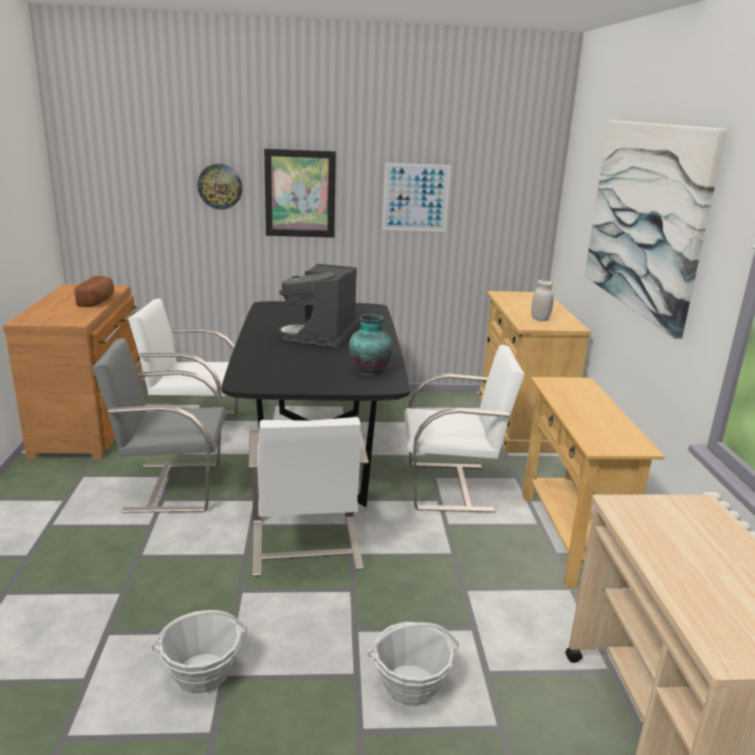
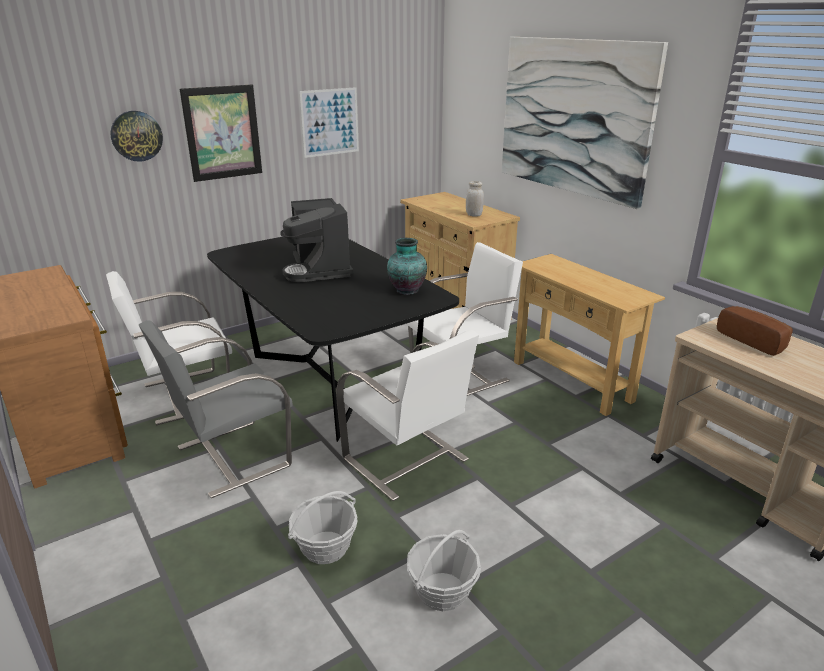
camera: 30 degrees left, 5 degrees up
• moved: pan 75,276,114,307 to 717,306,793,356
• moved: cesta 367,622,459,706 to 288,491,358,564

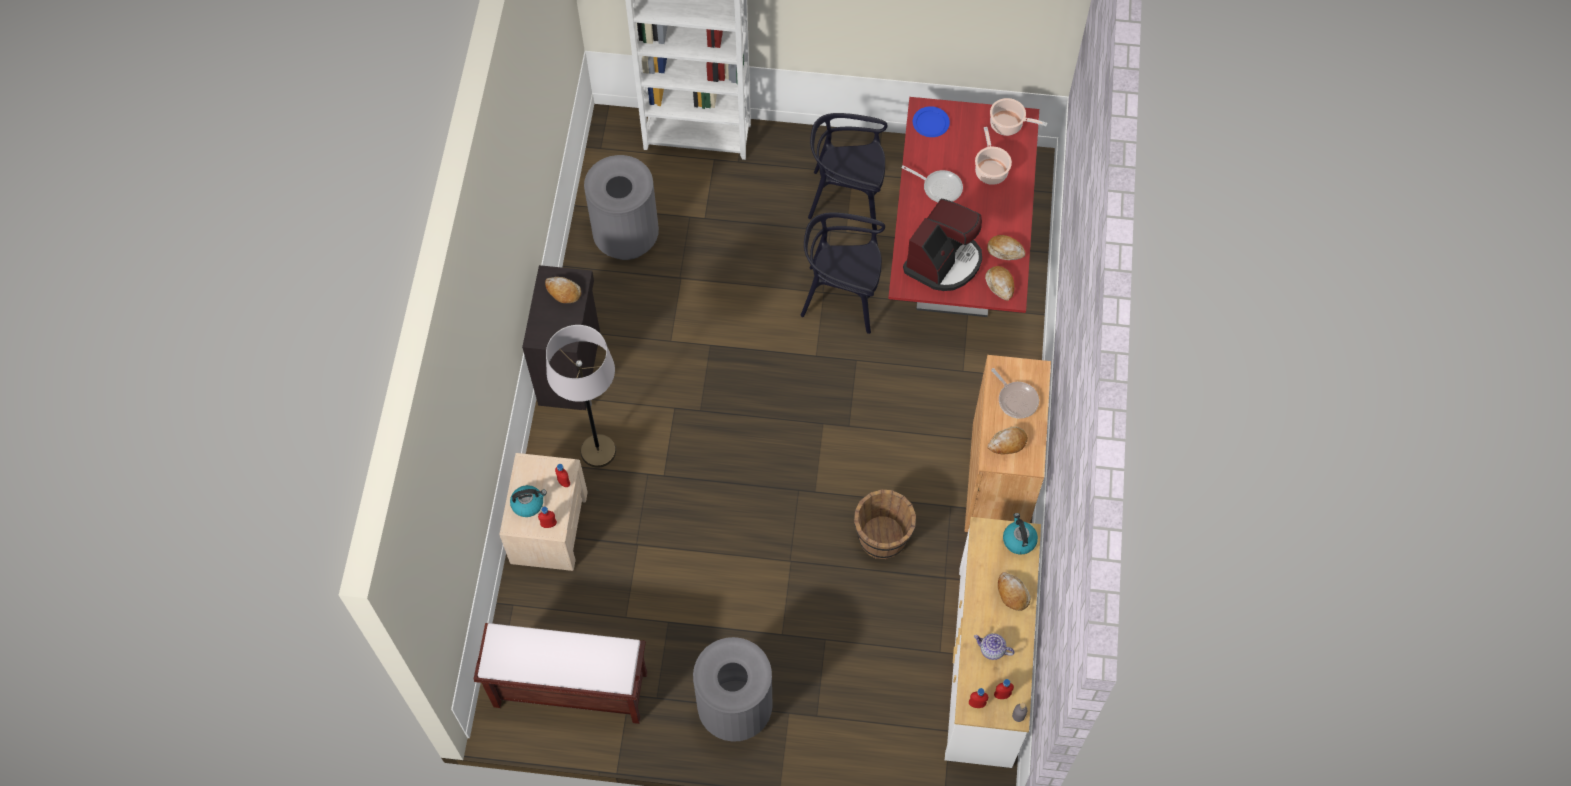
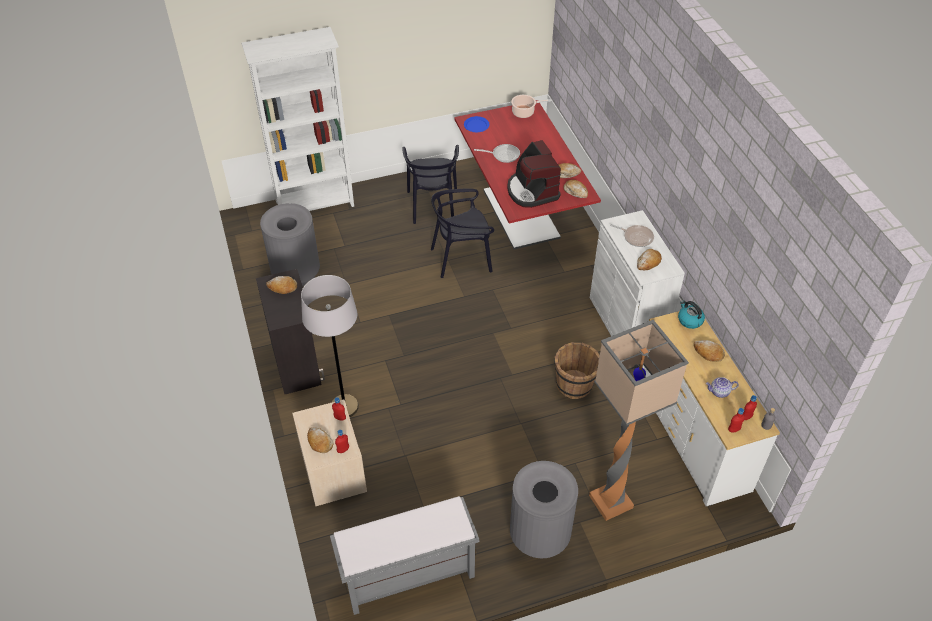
camera: 25 degrees left, 15 degrees down
• recoloured: banco (marrón) 474,623,647,724 to banco (gris) 330,496,480,615
• replaced: hervidor 510,485,547,517 to pan 307,427,333,453
• turned: silla (negro) 808,113,888,230 = 403,145,459,224 75 degrees counterclockwise
• turned: cafetera 903,199,982,291 = 507,140,561,208 150 degrees clockwise
• recoloured: armario (marrón) 964,355,1051,532 to armario (blanco) 590,210,685,336
• removed: olla 975,127,1012,185
• added: lámpara de pie 589,320,689,521

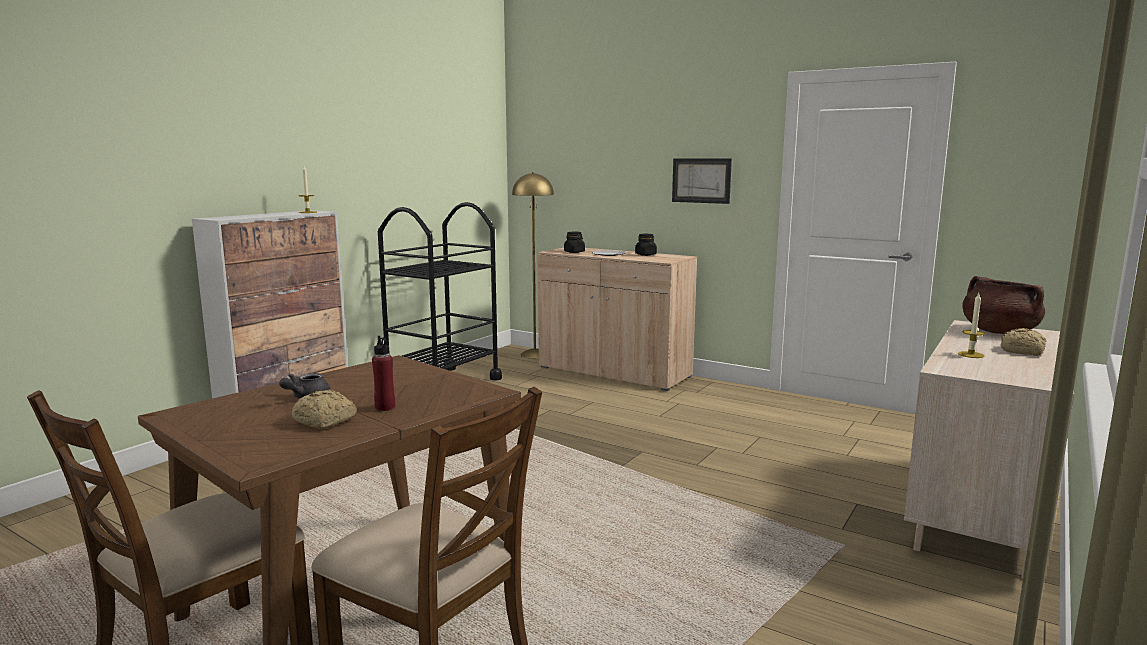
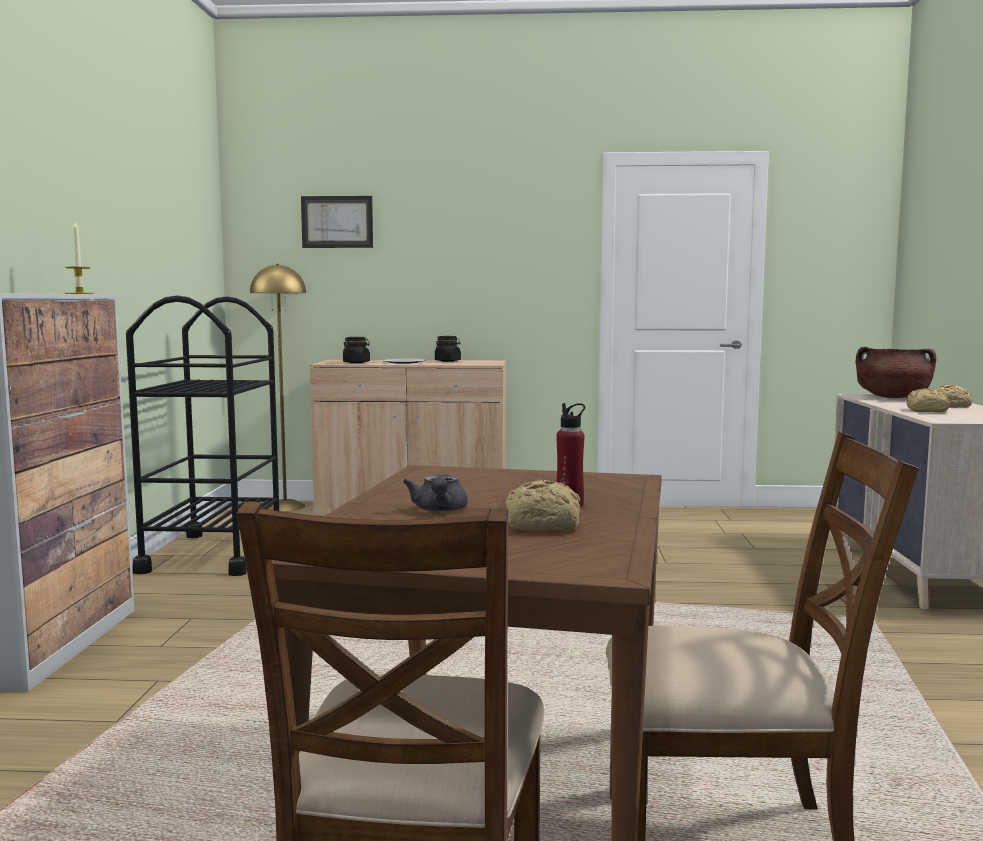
camera: 30 degrees left, 5 degrees down
• moved: cuadro 672,158,732,204 to 301,196,373,248
• replaced: vela 958,293,985,358 to pan 906,388,950,412

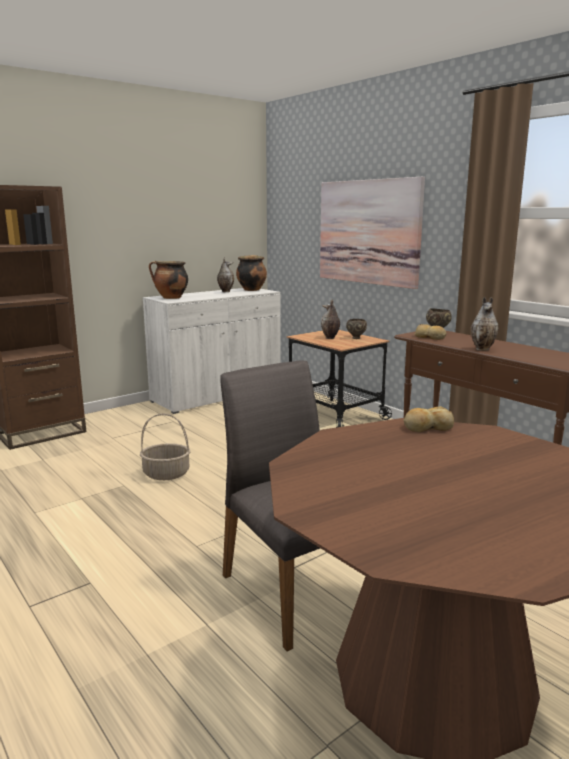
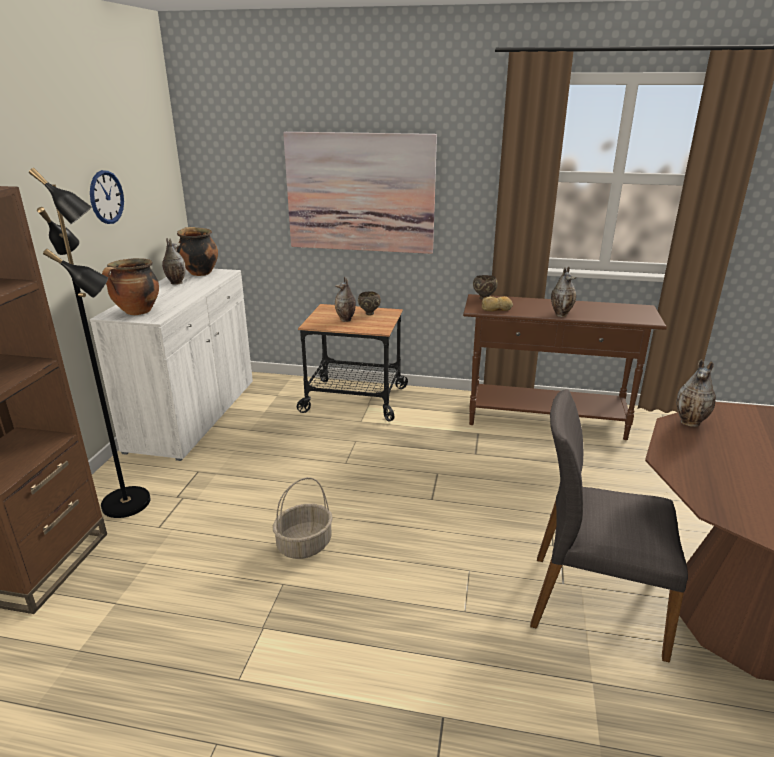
camera: 40 degrees left, 10 degrees up
• replaced: pan 403,406,454,432 to florero 676,359,716,427
• added: lámpara de pie (negro) 29,168,151,518
• added: reloj de pared 90,170,124,224

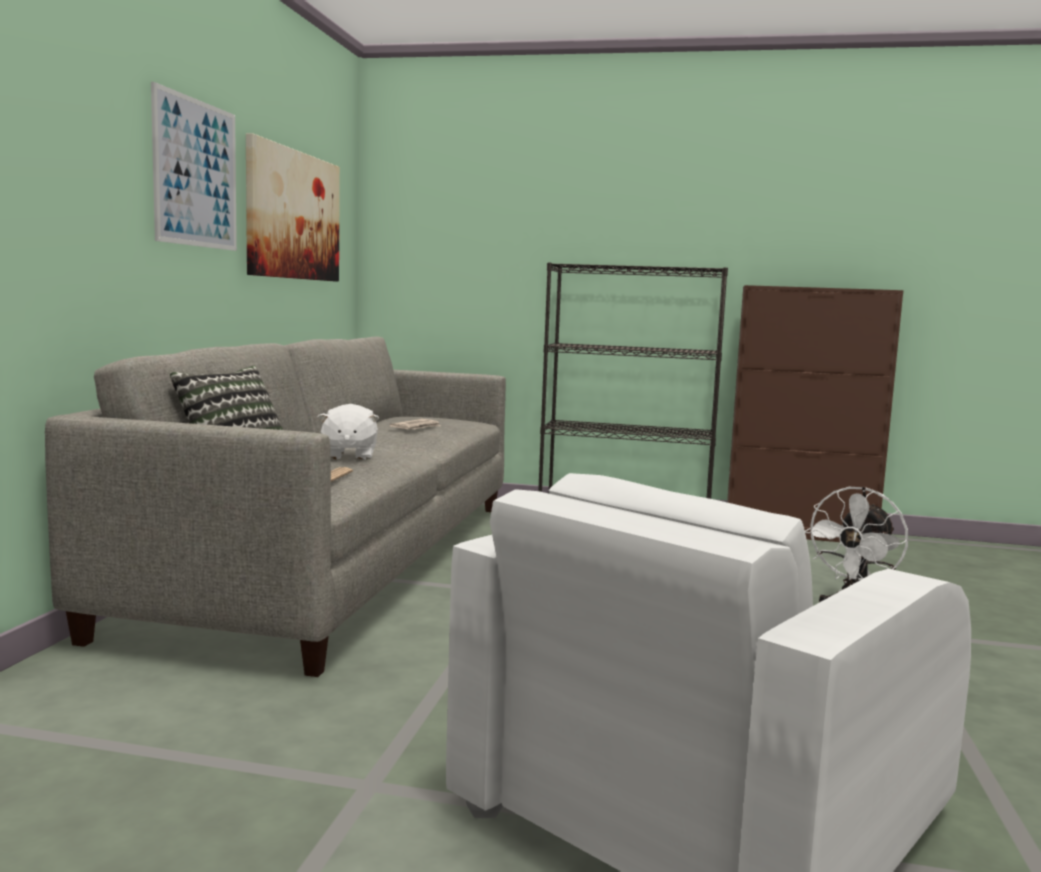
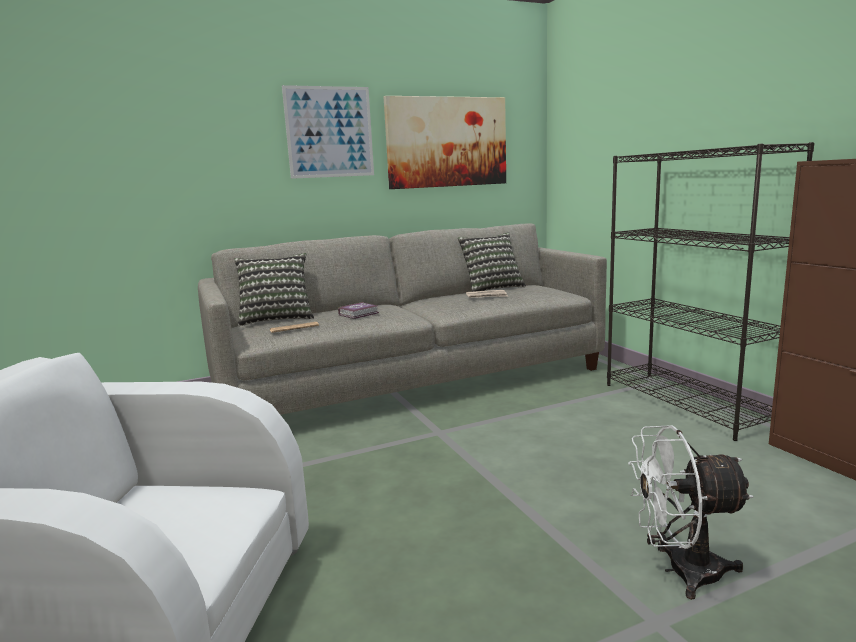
camera: 55 degrees right, 5 degrees up
• replaced: peluche (blanco) 318,404,379,460 to libro 338,302,379,319
• added: cojín 458,232,526,292

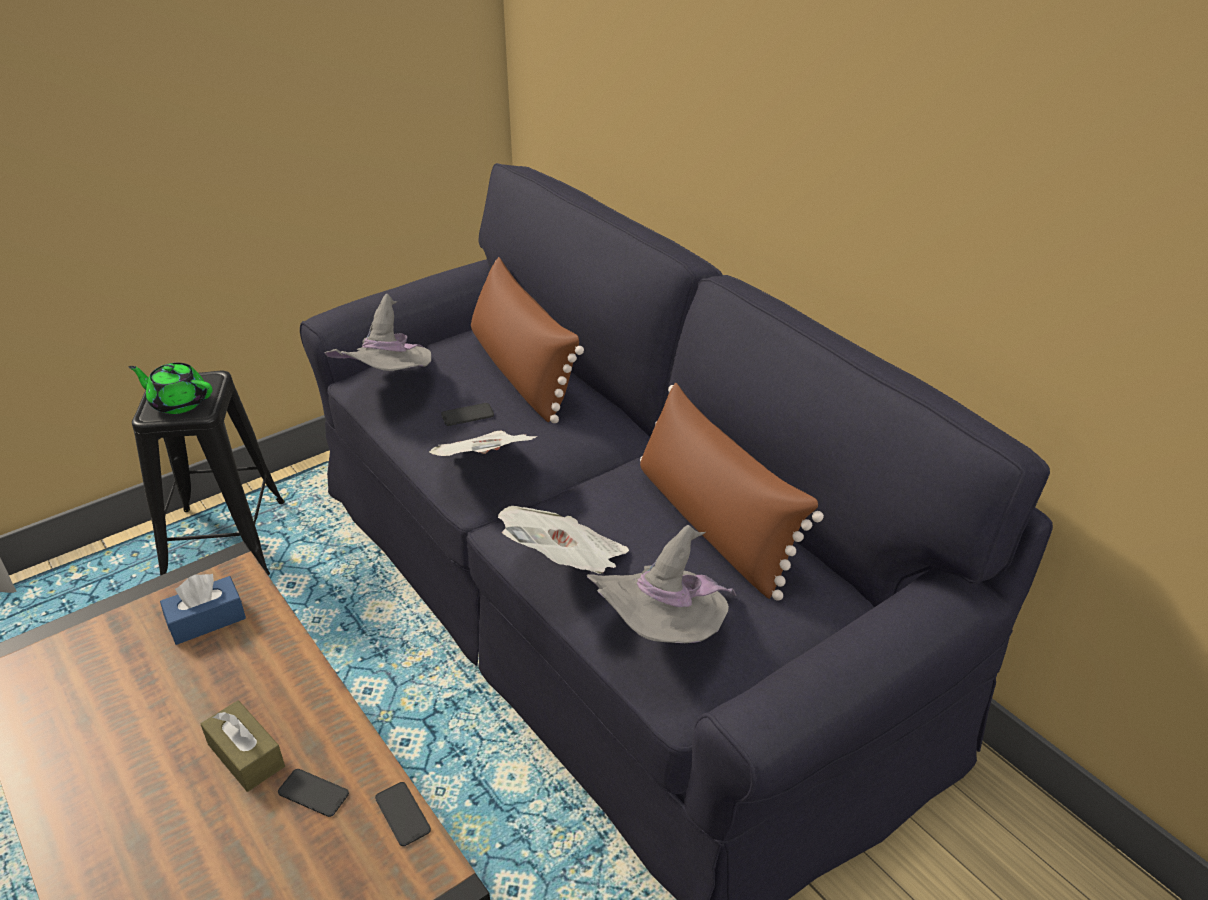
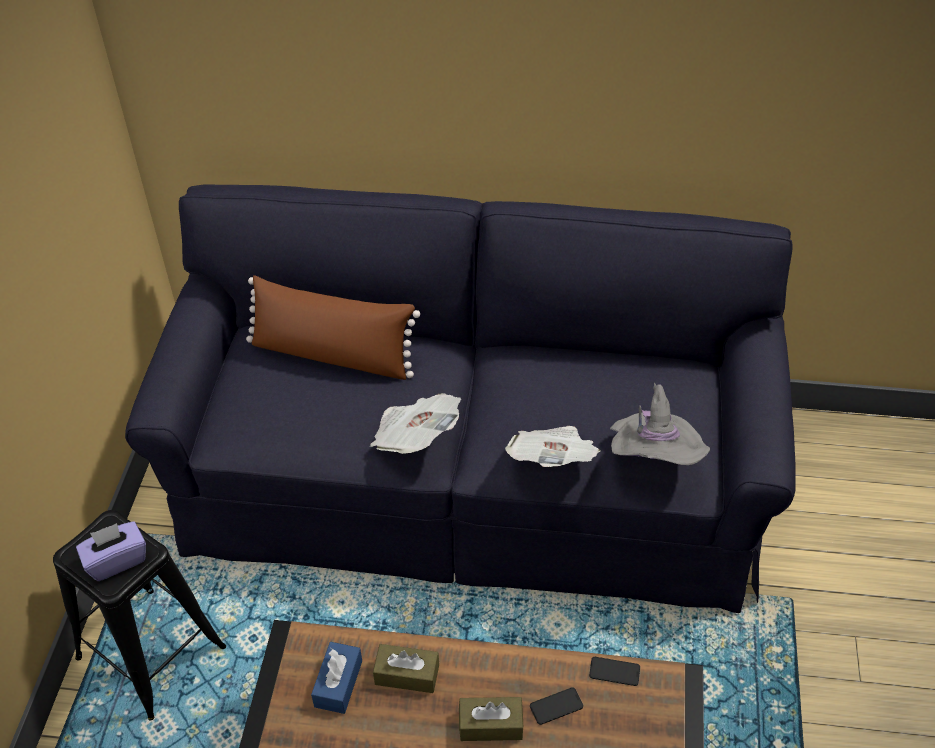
camera: 45 degrees left, 10 degrees up
• replaced: tetera (verde) 129,363,212,414 to caja de pañuelos (morado) 76,521,146,581
• removed: sombrero (gris) 325,294,431,371
• removed: móvil 441,403,494,426
• removed: cojín (marrón) 640,383,824,600
• added: caja de pañuelos (marrón) 373,644,439,693

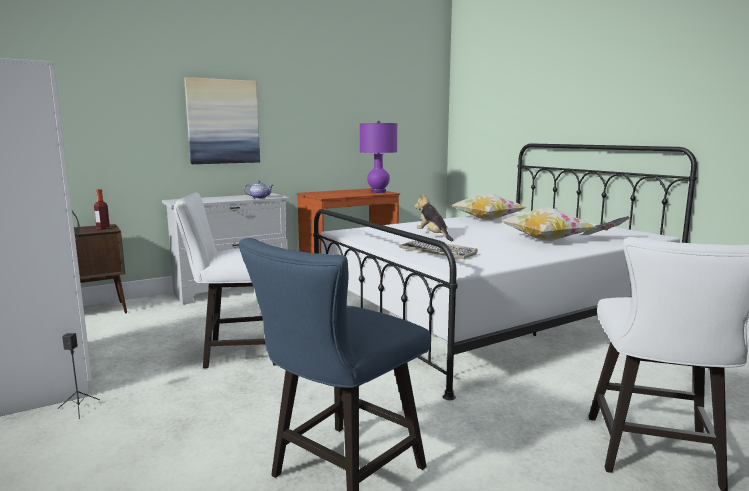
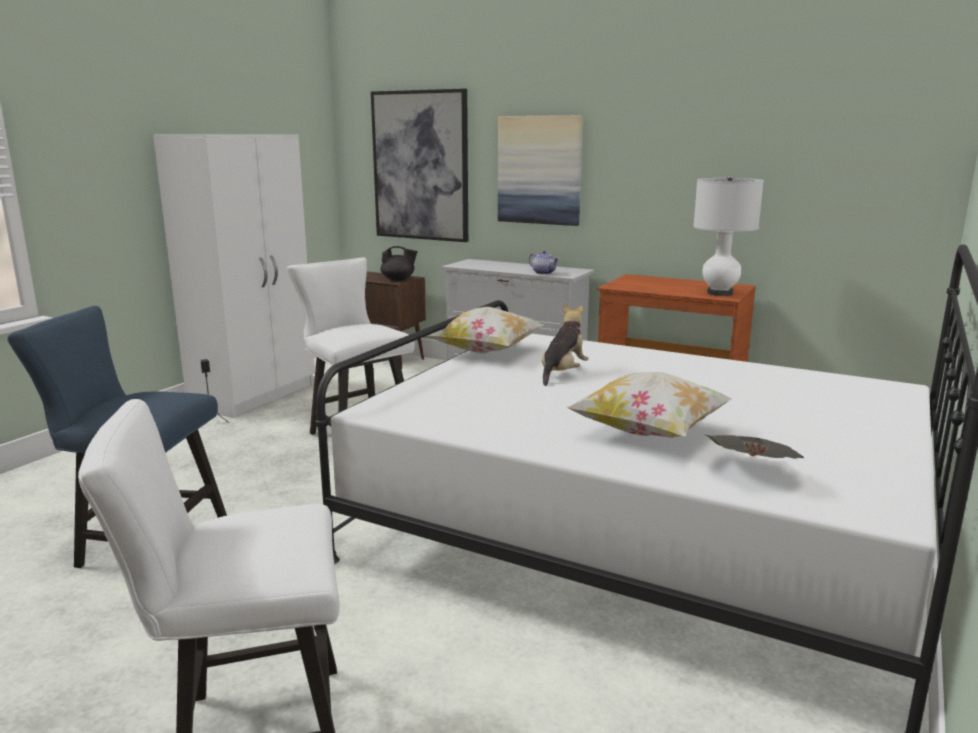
camera: 60 degrees right, 5 degrees up
• replaced: botella 94,189,110,230 to tetera (negro) 380,246,418,281
• recoloured: lámpara de mesa (morado) 360,121,397,193 to lámpara de mesa (blanco) 693,175,764,296
• removed: teclado 399,240,478,259
• moved: cojín 451,193,527,220 to 427,307,543,354
• added: cuadro 371,88,468,242

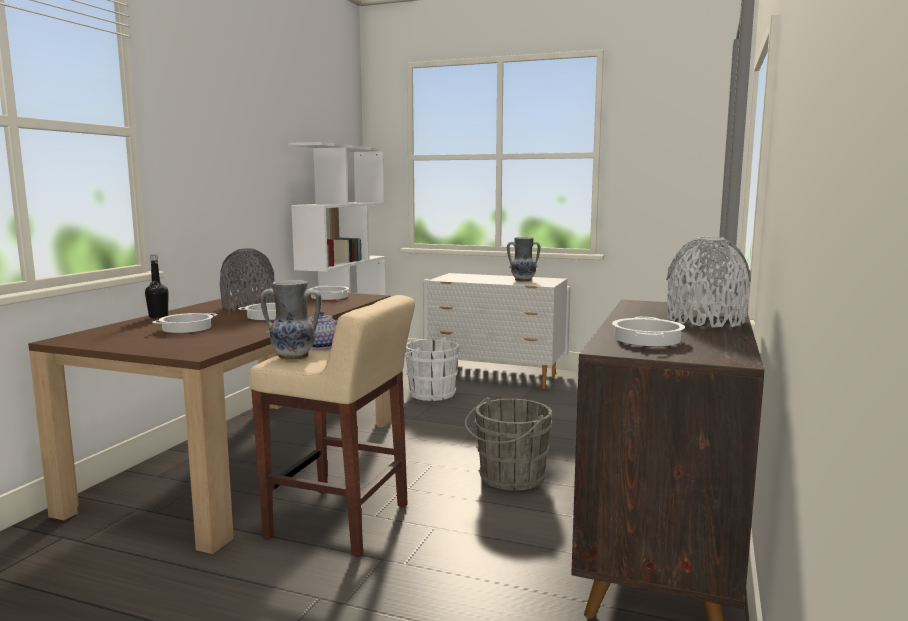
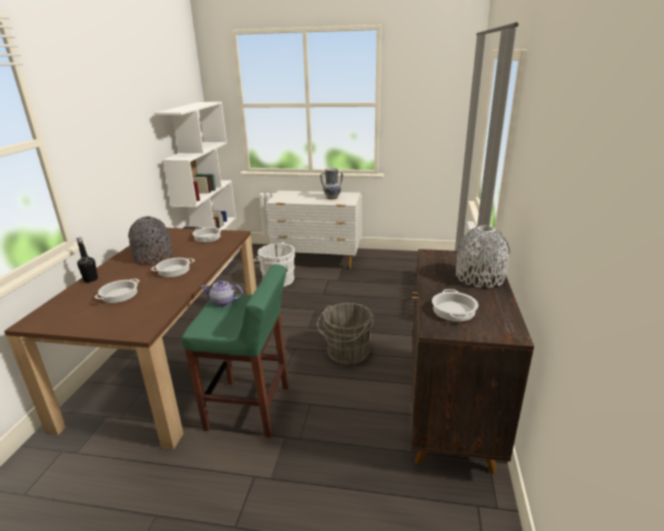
camera: 10 degrees left, 15 degrees up
• recoloured: taburete (beis) 249,295,415,557 to taburete (verde) 182,264,289,438
• removed: florero 260,280,321,360

